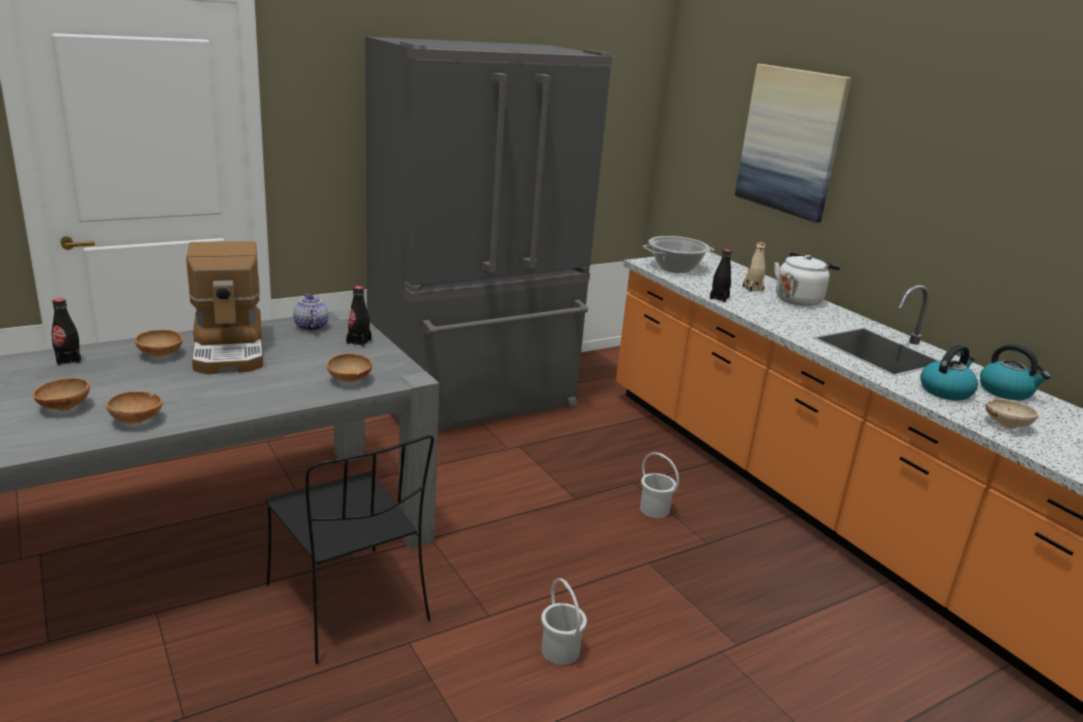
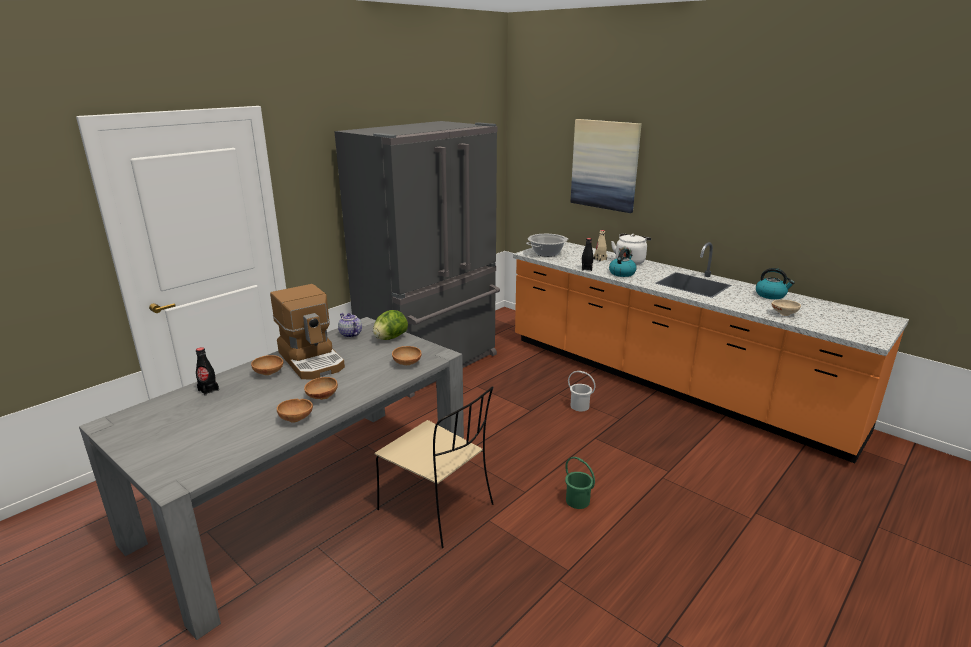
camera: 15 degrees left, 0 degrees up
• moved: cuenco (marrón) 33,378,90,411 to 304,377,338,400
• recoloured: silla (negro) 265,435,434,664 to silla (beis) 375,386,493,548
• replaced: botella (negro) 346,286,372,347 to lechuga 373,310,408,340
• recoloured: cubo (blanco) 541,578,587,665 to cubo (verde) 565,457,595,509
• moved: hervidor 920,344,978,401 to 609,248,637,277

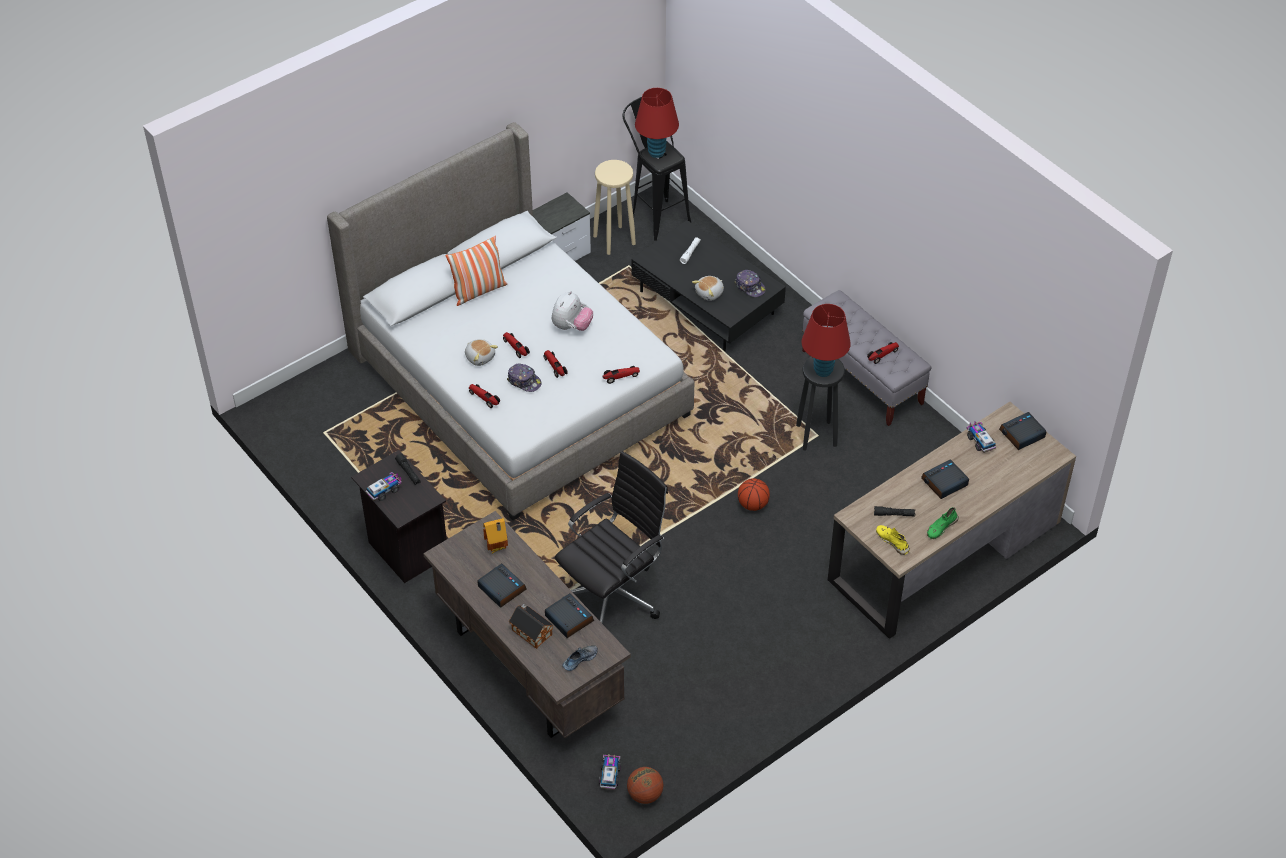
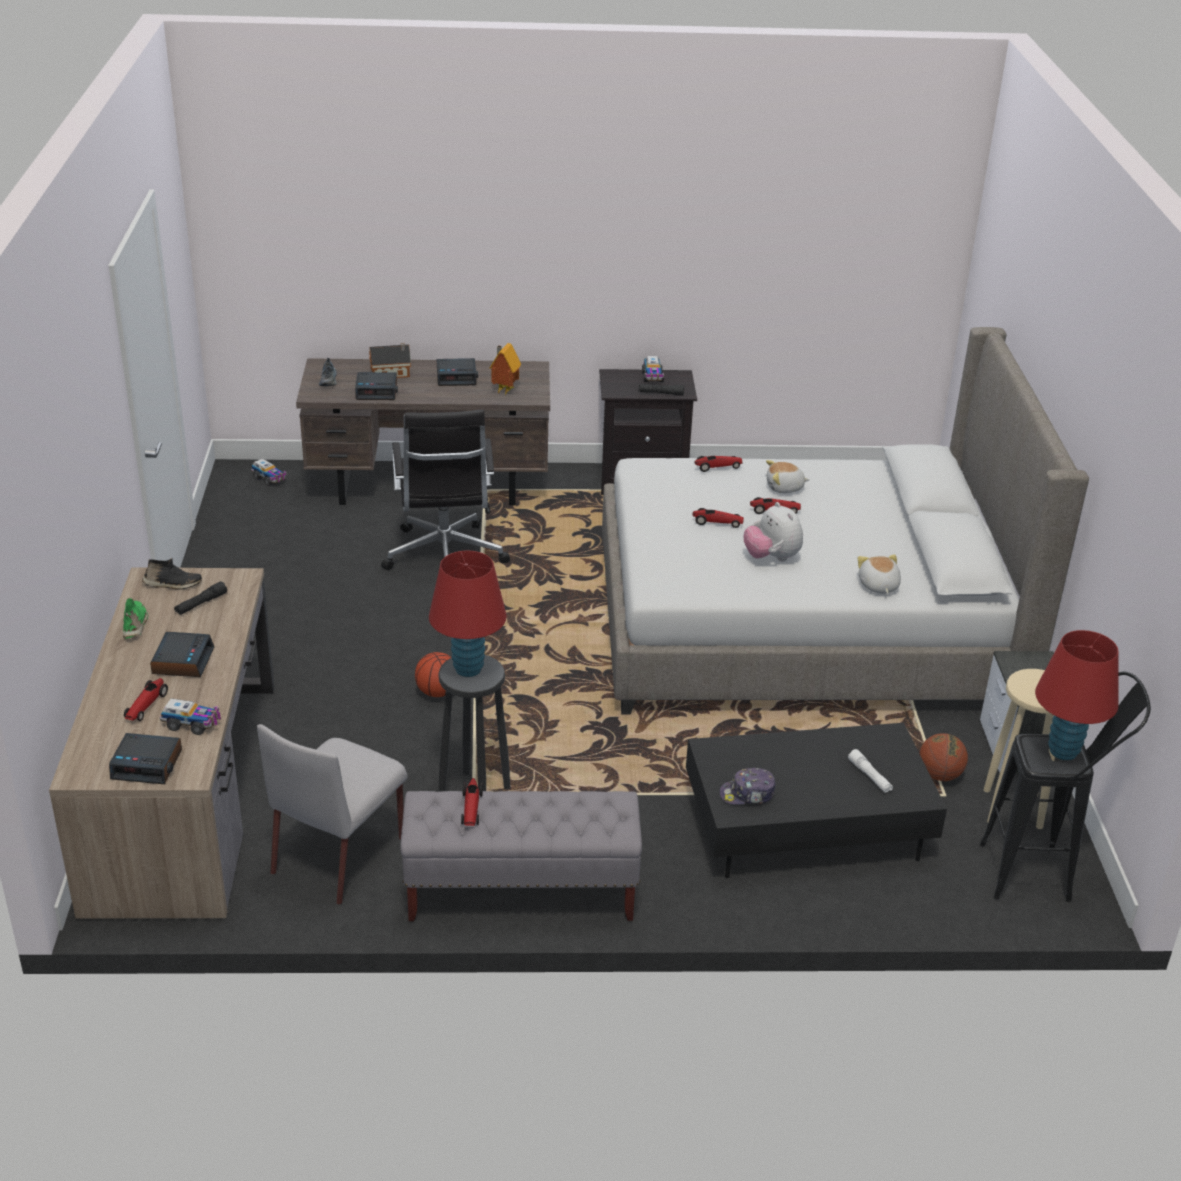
camera: 125 degrees right, 15 degrees down
• removed: cojín 445,236,507,306
• removed: gorra 507,363,542,392
• moved: coche de juguete 602,366,640,384 to 124,678,168,721
• moved: balón de baloncesto 627,767,663,804 to 919,733,968,781
• moved: peluche 692,276,724,301 to 858,554,901,594
• recoloured: zapato (amarillo) 876,525,910,555 to zapato (negro) 142,558,202,590
• turned: despertador 999,412,1046,450 = 109,733,182,784 90 degrees clockwise
• added: silla (gris) 257,724,407,905

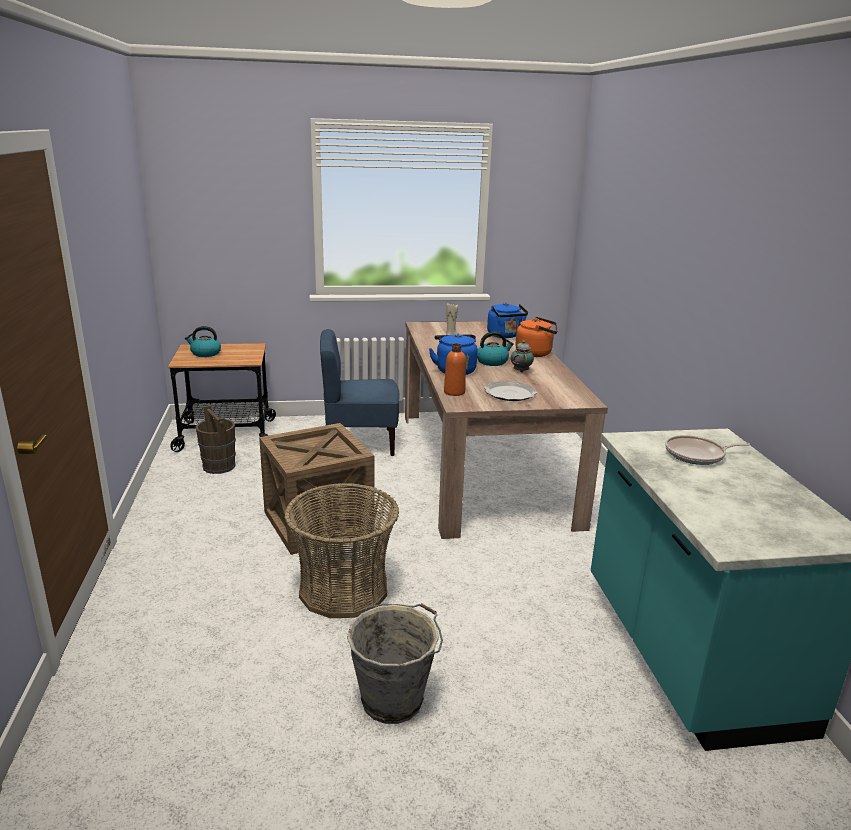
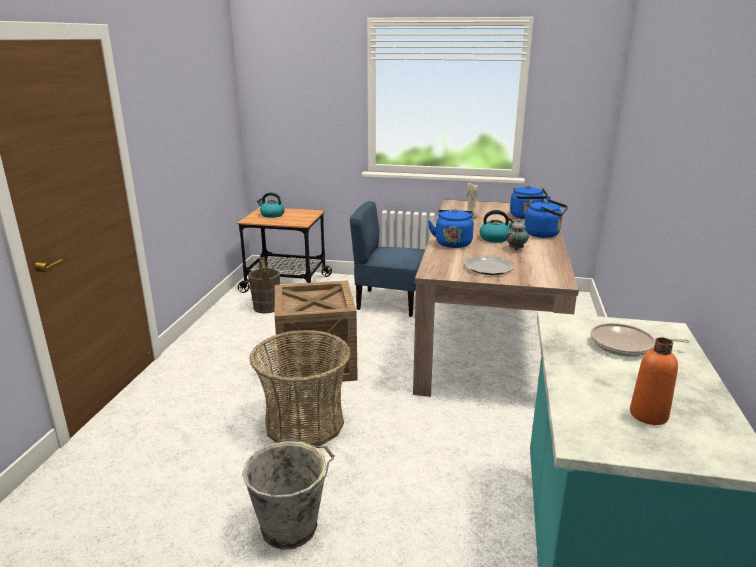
camera: 20 degrees right, 0 degrees up
• moved: botella (naranja) 444,344,466,396 to 630,337,678,425
• recoloured: hervidor (naranja) 515,317,558,357 to hervidor (azul) 524,199,568,238

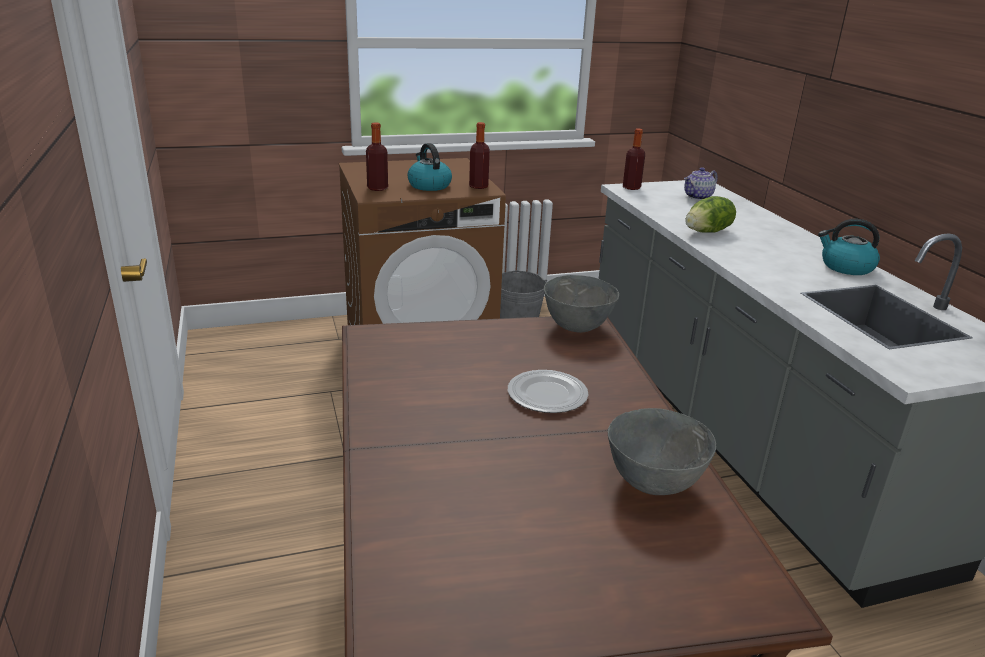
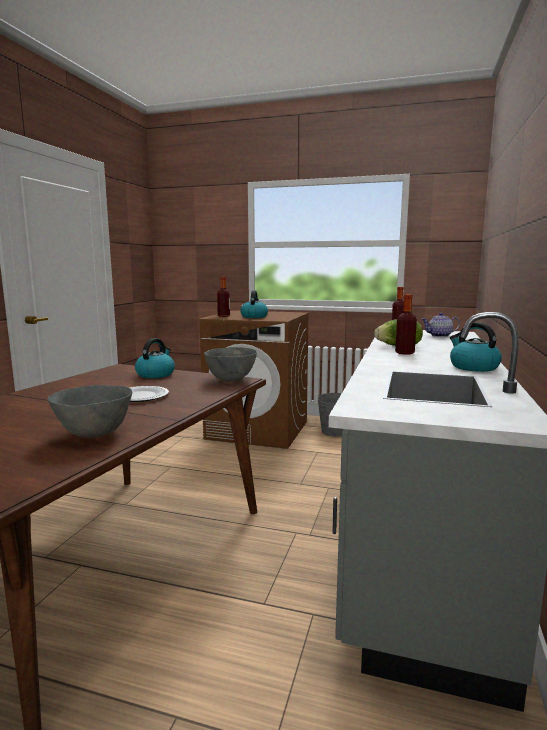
camera: 35 degrees right, 15 degrees down
• moved: botella 469,122,490,189 to 395,294,417,355
• added: hervidor 135,338,175,378

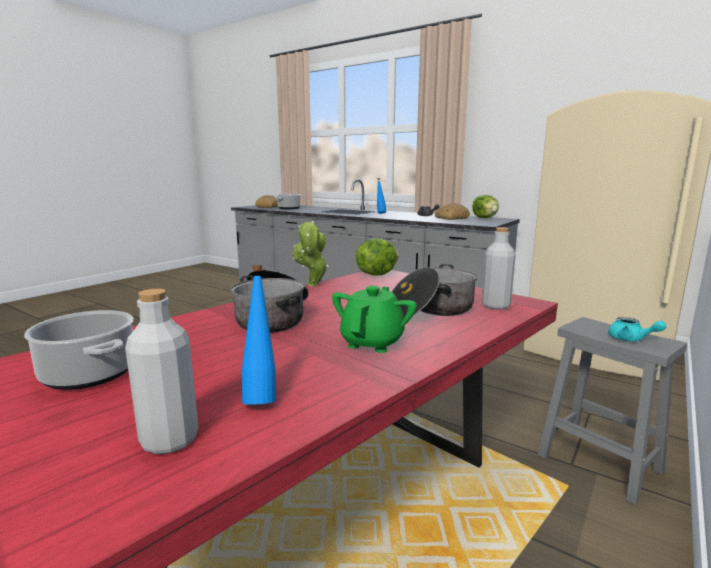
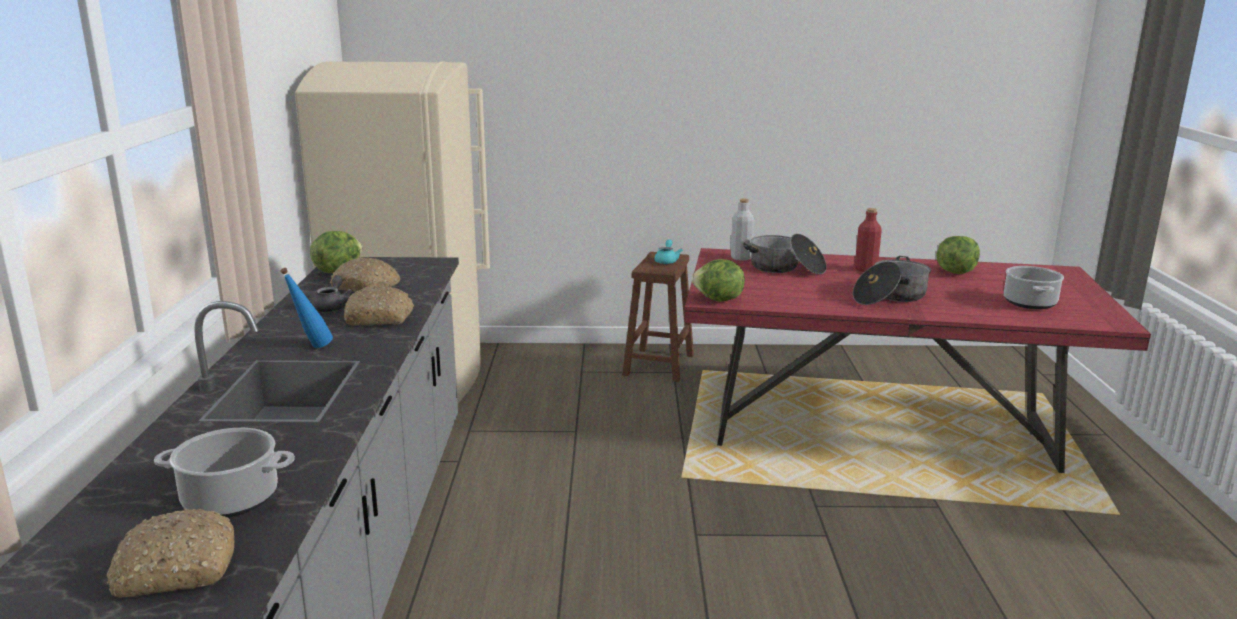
camera: 125 degrees left, 5 degrees up
• removed: botella (gris) 125,289,198,454
• replaced: botella (azul) 242,265,276,405 to lechuga 936,236,980,274
• removed: planta en maceta 293,221,329,286
• replaced: tetera (verde) 332,286,417,353 to botella (rojo) 855,208,882,272
• recoloured: taburete (gris) 538,317,687,505 to taburete (marrón) 622,252,694,382
• added: pan 344,286,414,326

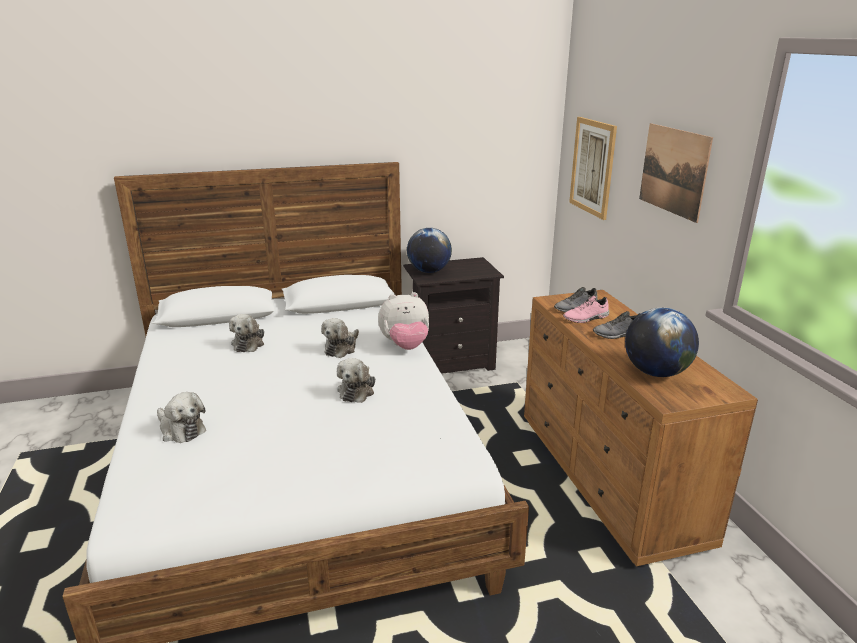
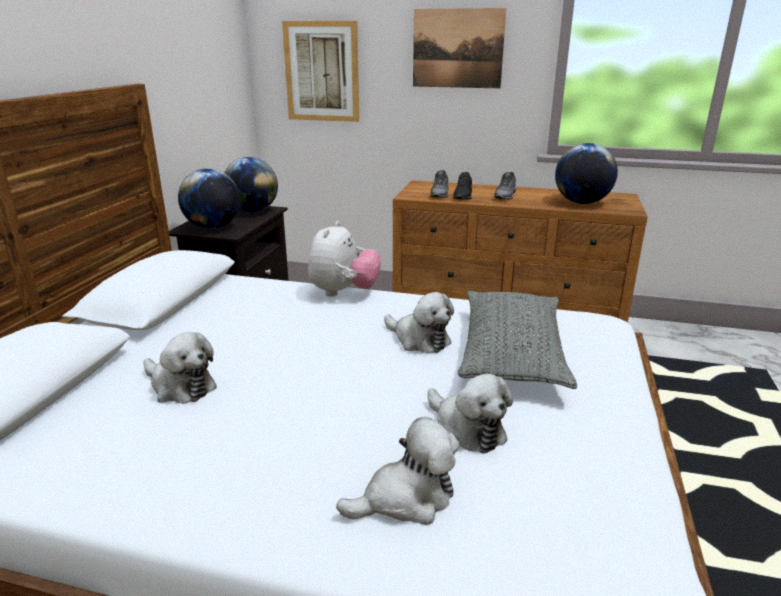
camera: 60 degrees left, 0 degrees up
• moved: peluche 321,318,359,358 to 428,374,513,454
• recoloured: zapato (rosa) 563,296,610,323 to zapato (negro) 453,172,472,200
• added: globo terráqueo 224,157,278,213
• added: cojín (gris) 458,291,577,389

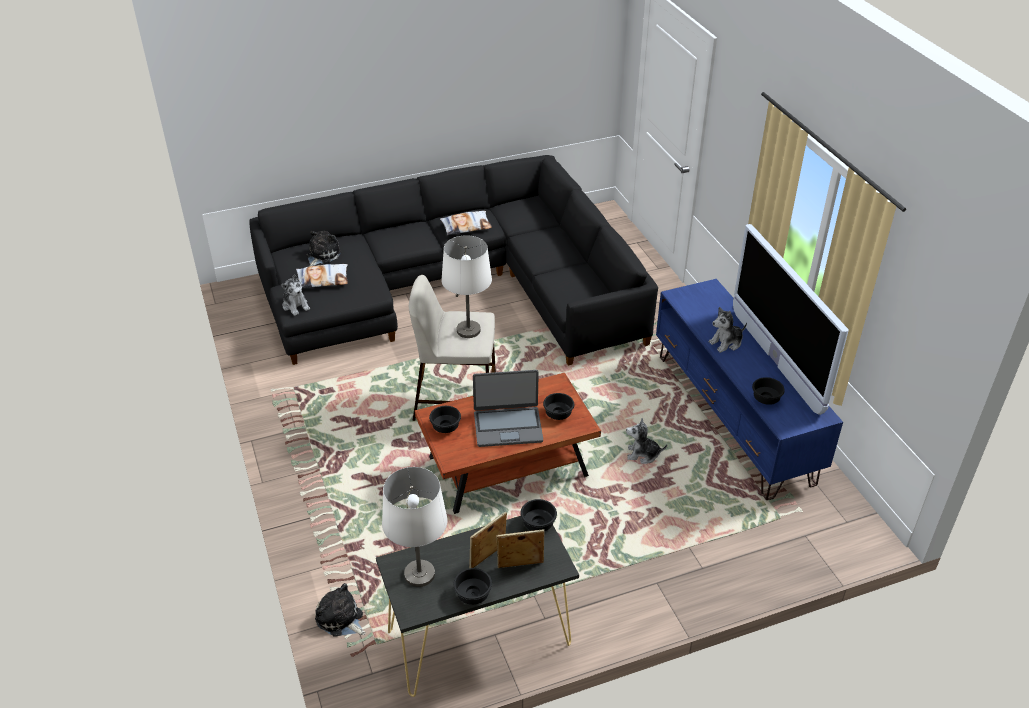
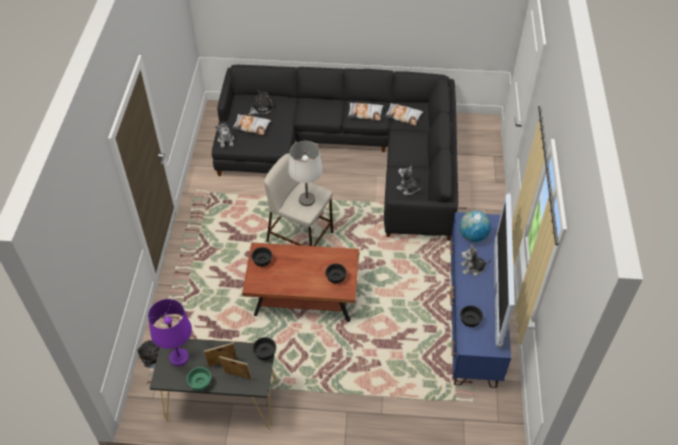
camera: 25 degrees right, 10 degrees up
• recoloured: lámpara de mesa (blanco) 382,467,448,587 to lámpara de mesa (morado) 148,299,192,366
• recoloured: cuenco (negro) 453,568,492,605 to cuenco (verde) 187,367,211,391
• removed: portátil 473,370,543,447
• moved: peluche 626,418,667,464 to 396,165,422,195
• added: cojín 385,103,423,126
• added: globo terráqueo 459,211,491,242

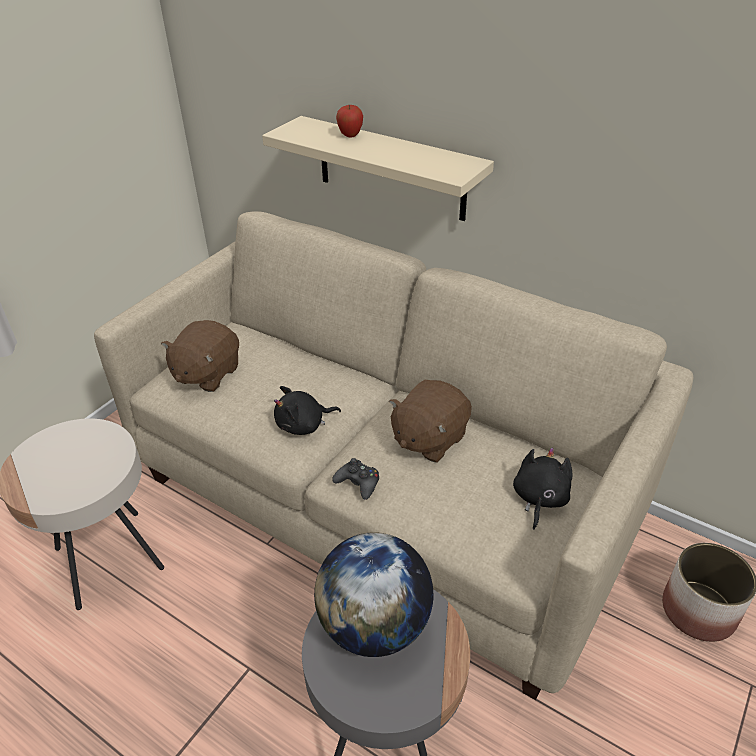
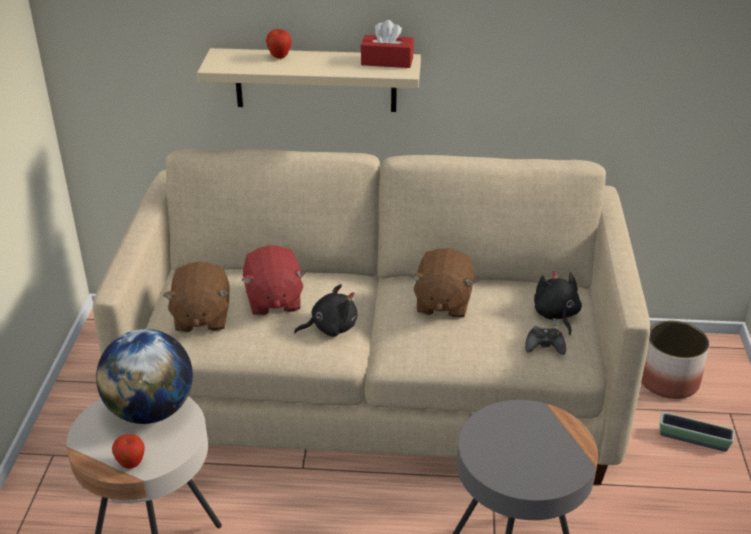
camera: 30 degrees left, 5 degrees down
• turned: peluche (negro) 274,386,341,435 = 294,284,357,337 150 degrees counterclockwise
• moved: globo terráqueo 314,533,433,657 to 96,329,193,424
• moved: mando de consola (negro) 332,458,379,500 to 525,326,566,355
• added: manzana 112,434,145,469
• added: peluche (rojo) 242,246,306,316
• added: caja de pañuelos (rojo) 361,20,414,68
• added: maceta 660,412,735,452

